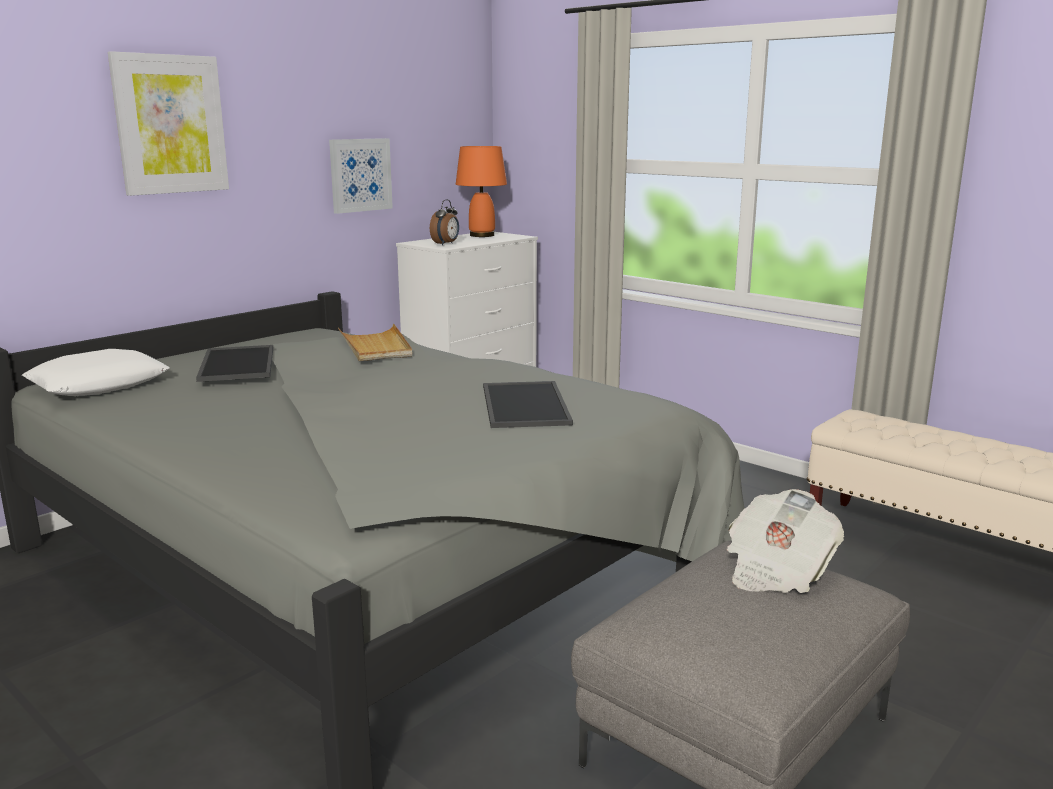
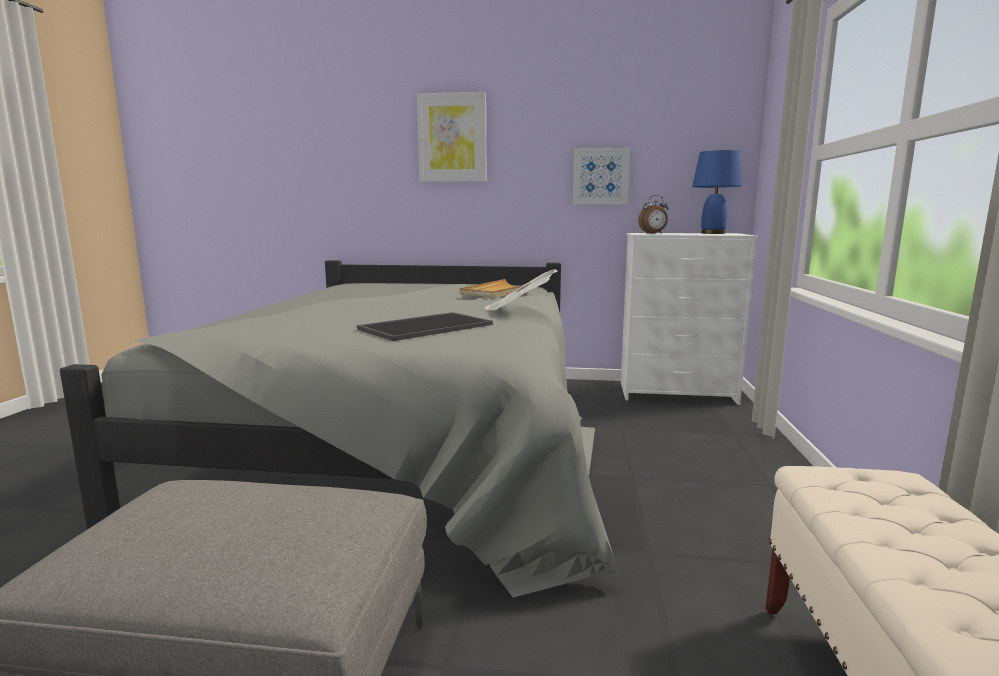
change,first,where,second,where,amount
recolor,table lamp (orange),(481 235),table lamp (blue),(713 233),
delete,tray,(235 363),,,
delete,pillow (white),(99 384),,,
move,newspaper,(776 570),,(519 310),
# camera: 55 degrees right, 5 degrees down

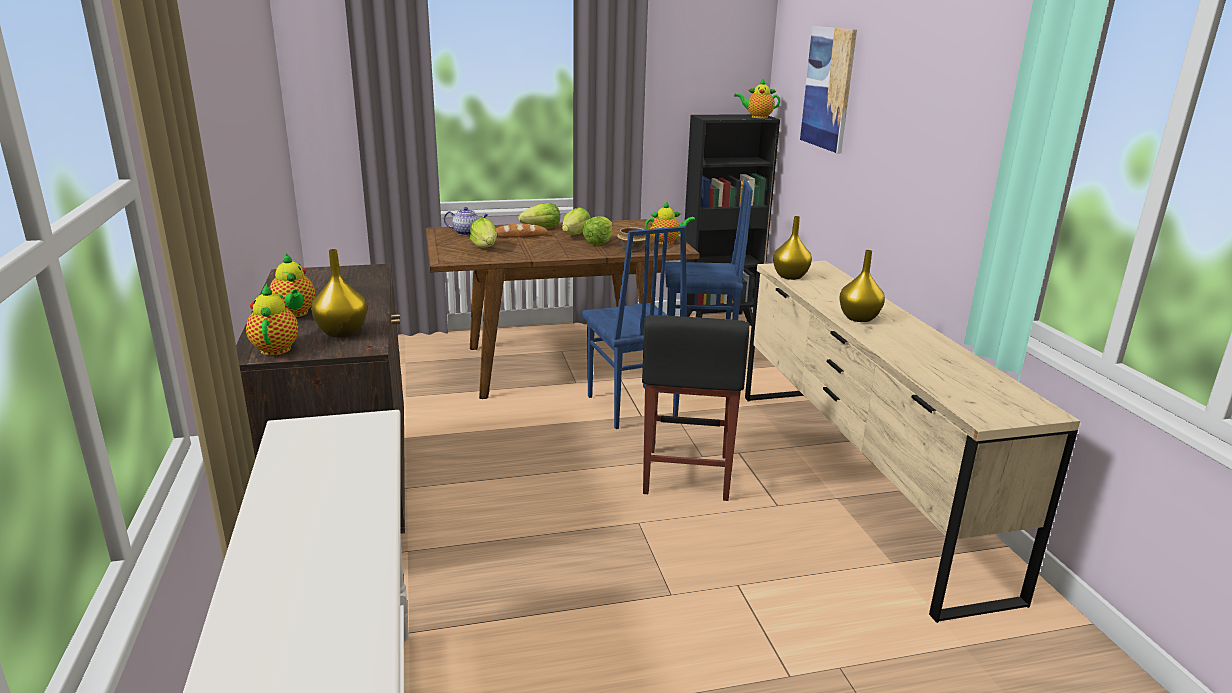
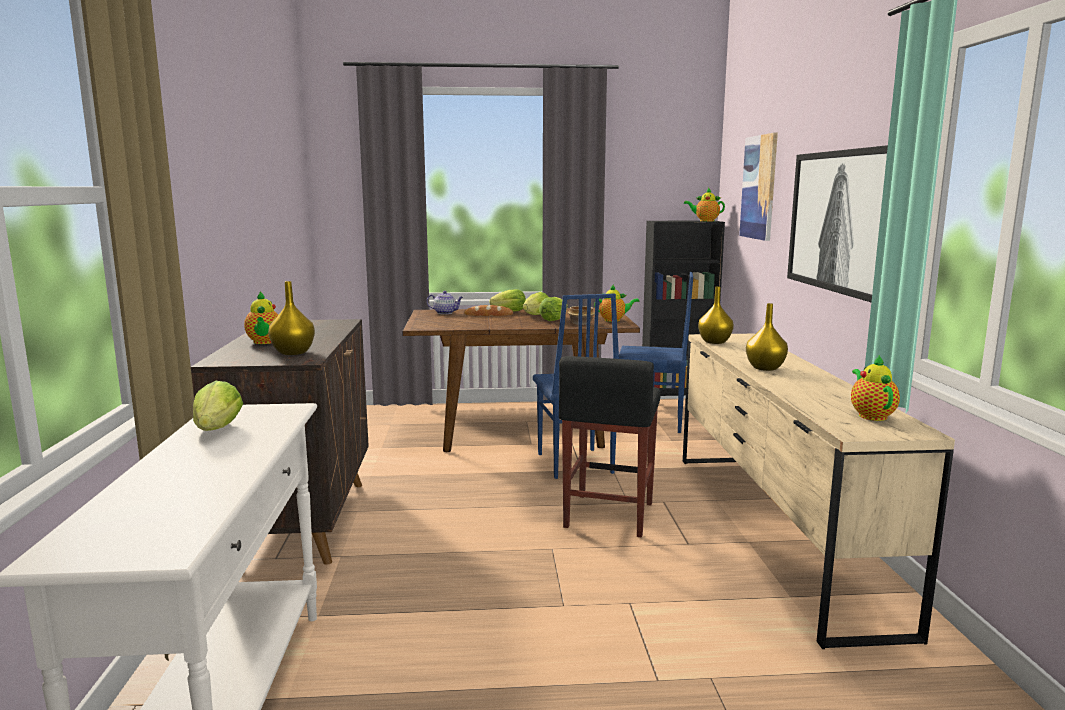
change,first,where,second,where,amount
move,lettuce,(485 247),,(218 429),
move,teapot,(276 348),,(871 415),
insert,,,picture,(839 221),
# camera: 10 degrees right, 10 degrees down

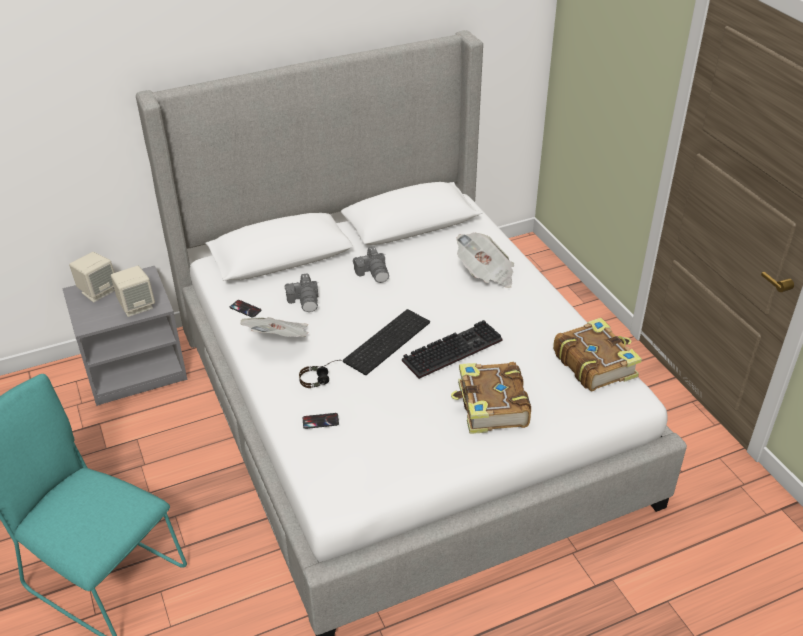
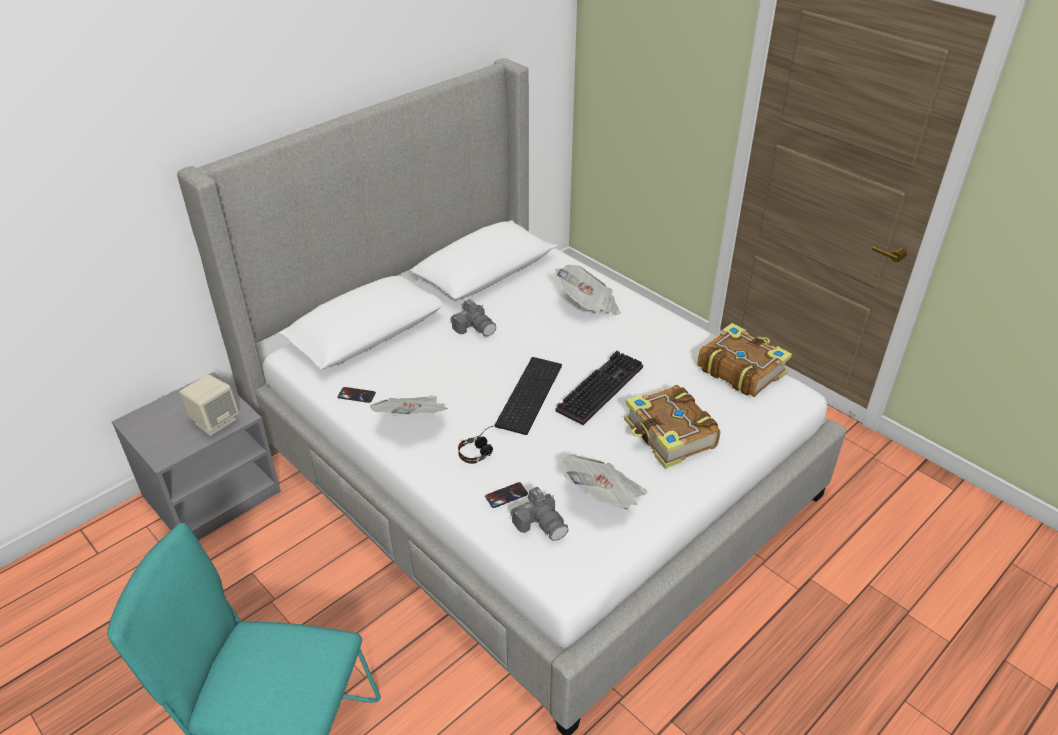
change,first,where,second,where,amount
delete,speaker (beige),(98 291),,,
move,photo camera,(305 301),,(541 523),
insert,,,newspaper,(604 497),
# camera: 20 degrees left, 0 degrees up

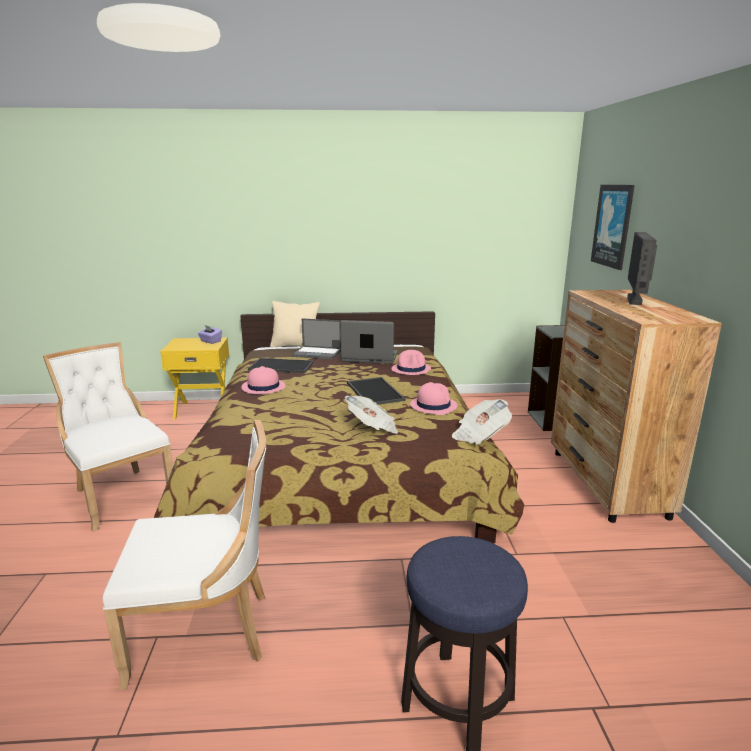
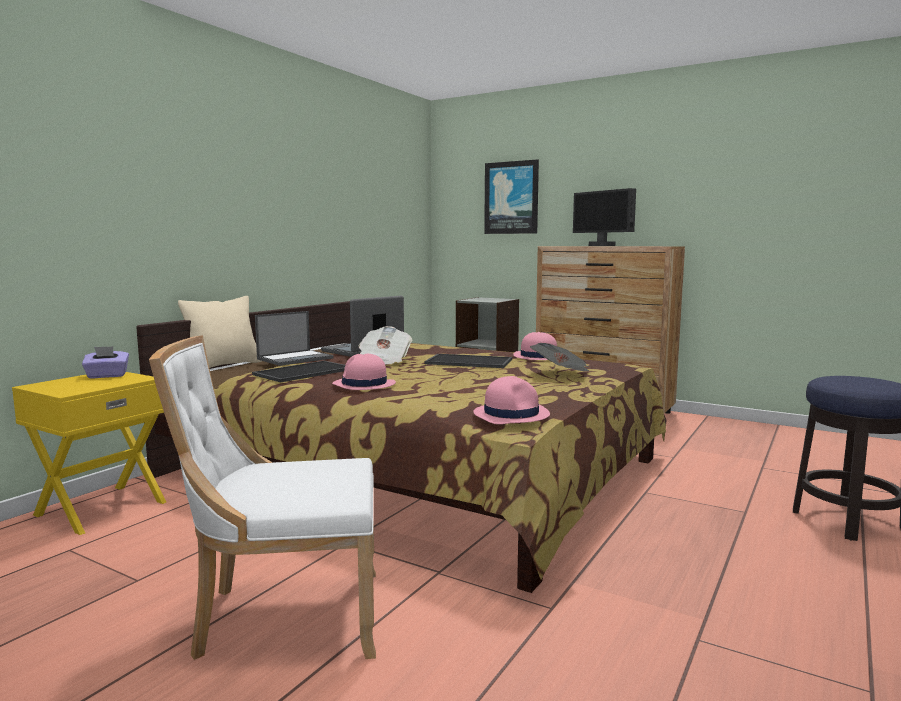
change,first,where,second,where,amount
move,hat (pink),(411 369),,(511 414),
move,newspaper,(479 435),,(384 361),
delete,chair (white),(206 632),,,
# camera: 55 degrees left, 10 degrees down

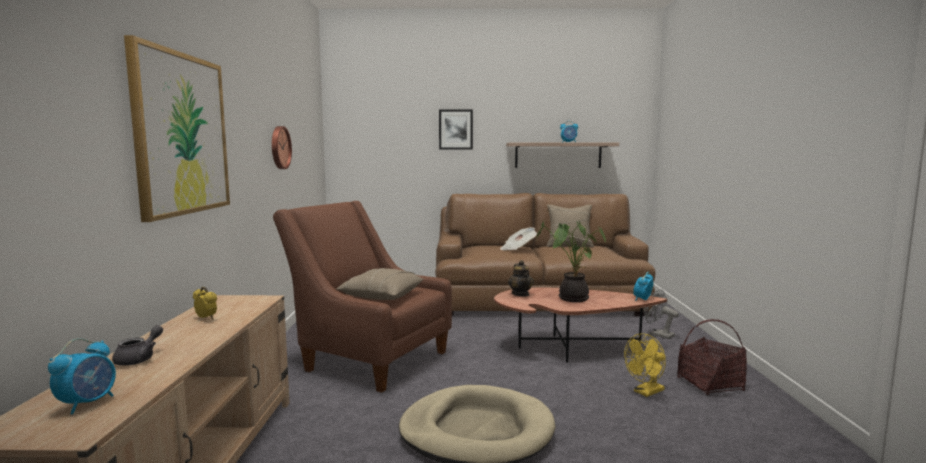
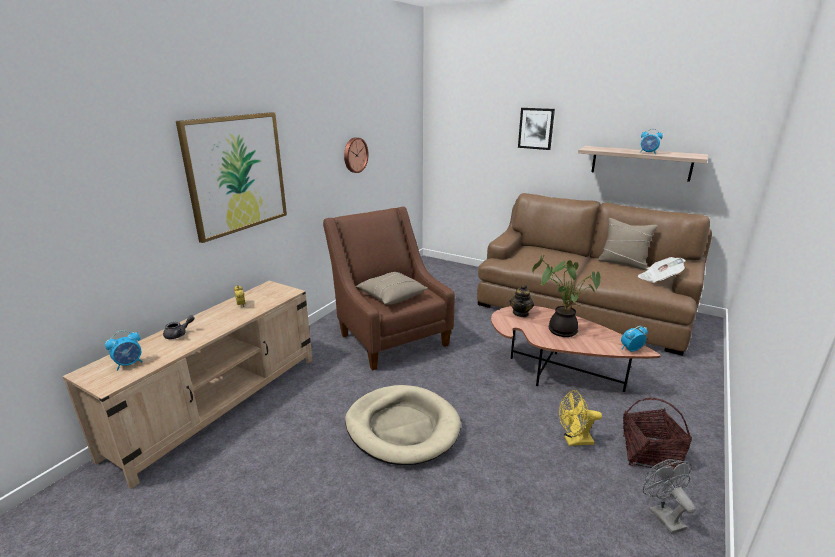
change,first,where,second,where,amount
move,newspaper,(518 249),,(659 279),
move,fan (grey),(657 334),,(662 515),
# camera: 30 degrees right, 15 degrees up

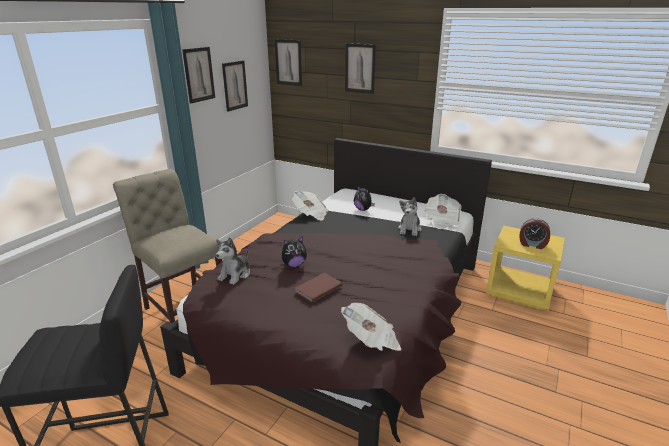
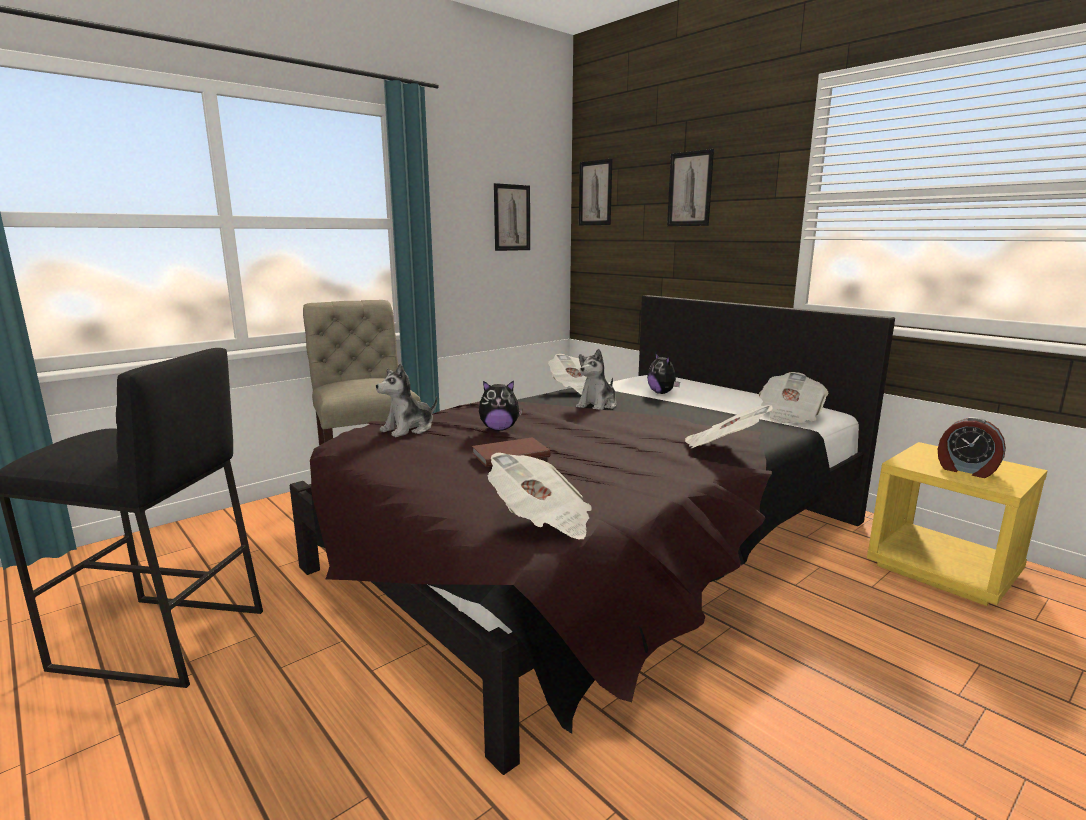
change,first,where,second,where,amount
delete,picture,(199 74),,,
move,plush toy,(409 229),,(597 406),
insert,,,newspaper,(723 447),
# camera: 20 degrees right, 10 degrees down

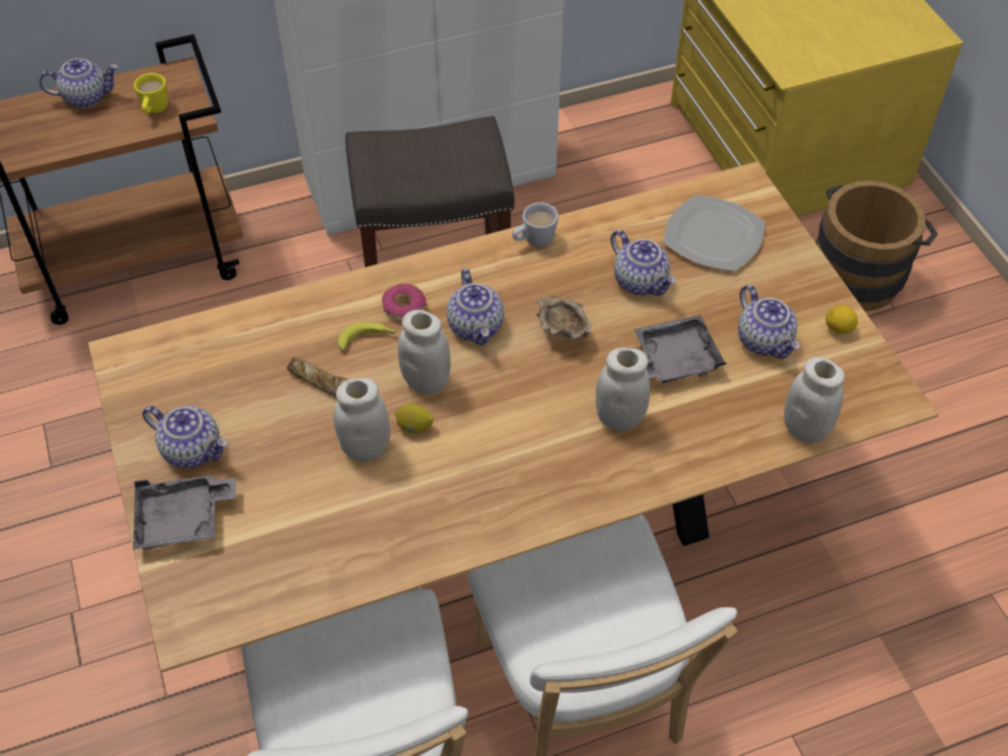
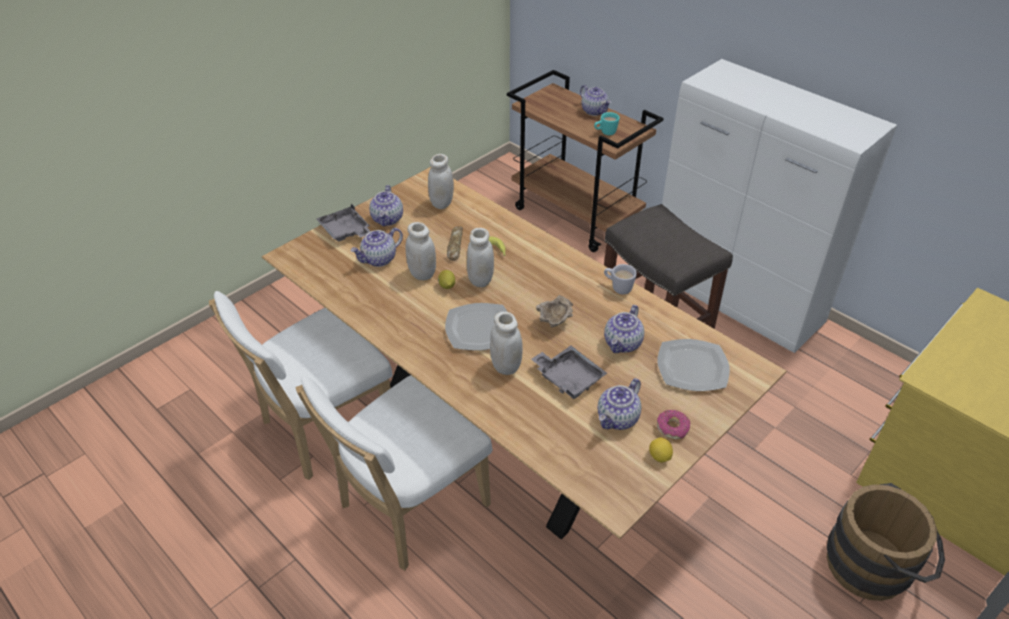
change,first,where,second,where,amount
recolor,mug (yellow),(154 110),mug (turquoise),(605 133),
move,teapot,(476 326),,(379 259),
move,donut,(404 307),,(672 428),
move,jar (white),(805 429),,(442 203),
insert,,,plate,(479 328),
# camera: 65 degrees right, 10 degrees down

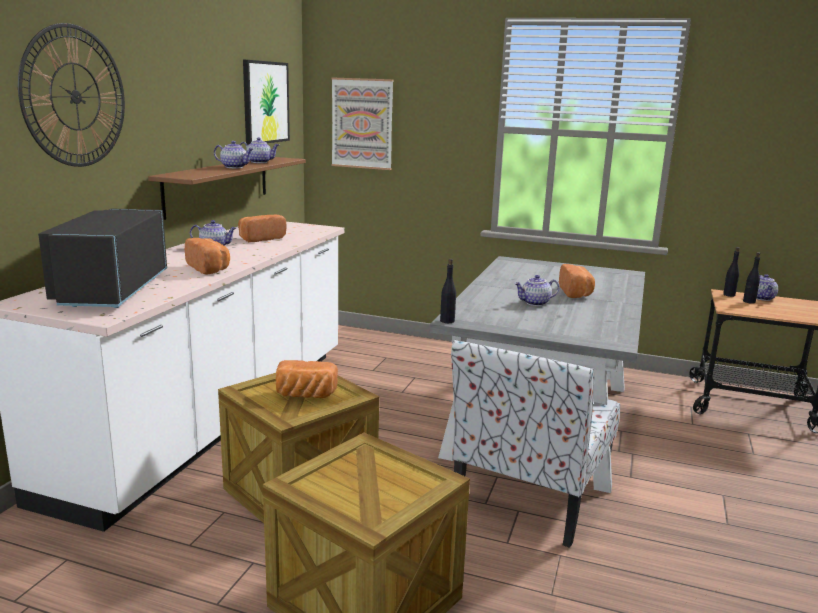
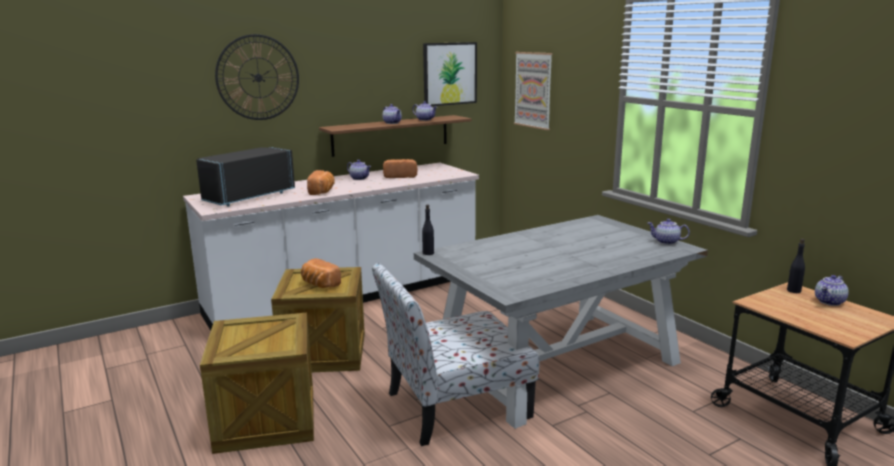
change,first,where,second,where,amount
delete,bottle (black),(749 302),,,
delete,bread,(576 293),,,
move,teapot,(535 303),,(666 242),
# camera: 40 degrees right, 0 degrees up

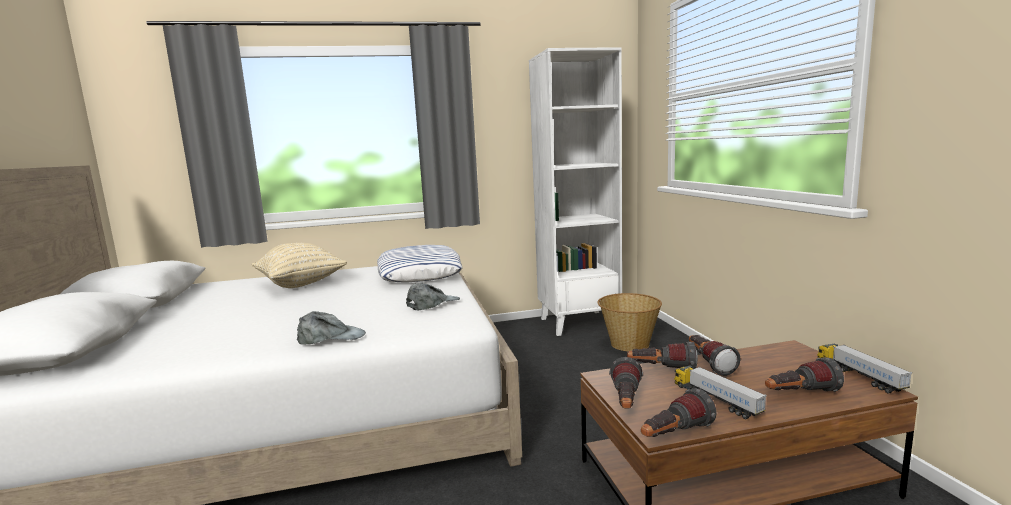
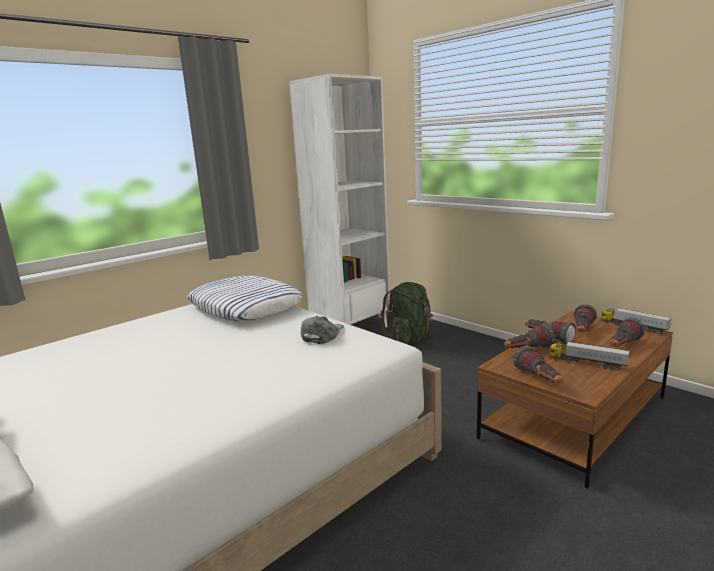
change,first,where,second,where,amount
delete,pillow (beige),(301 284),,,
replace,basket,(629 344),backpack (green),(409 338),
delete,cap (grey),(331 337),,,
move,flashlight,(674 436),,(582 331),
# camera: 30 degrees left, 5 degrees up

